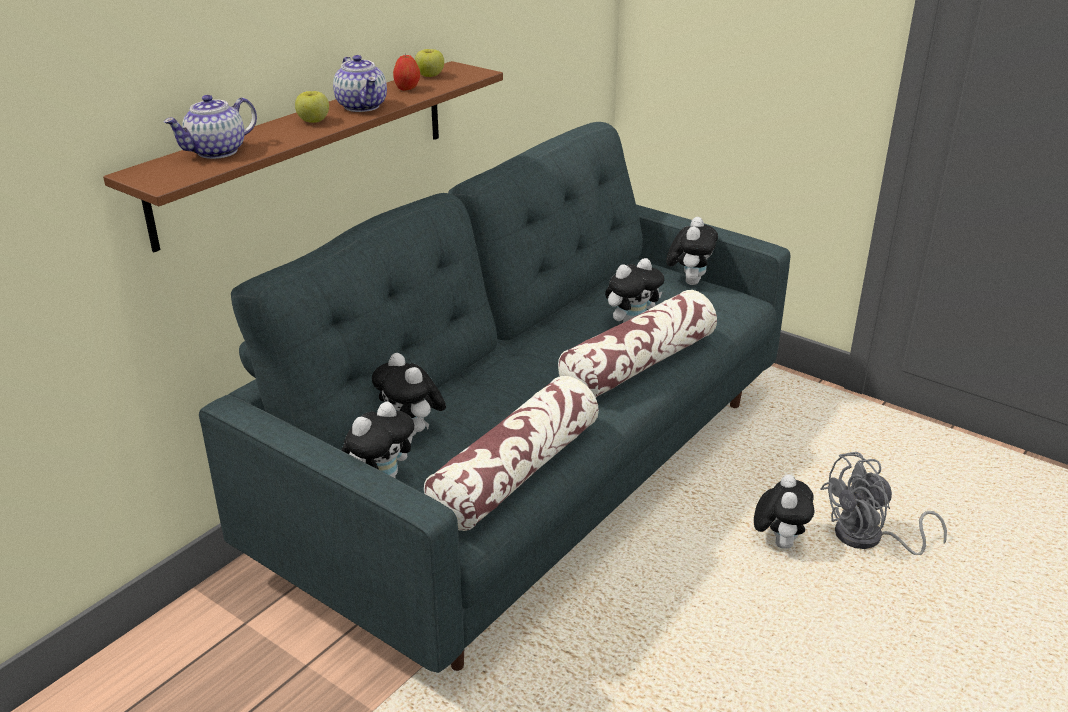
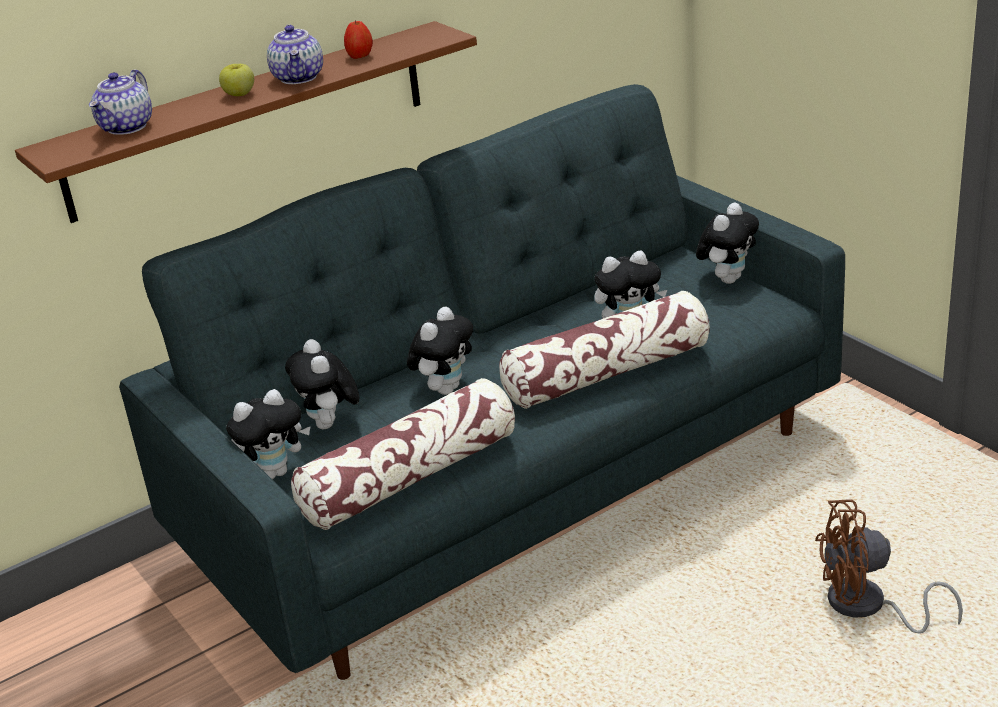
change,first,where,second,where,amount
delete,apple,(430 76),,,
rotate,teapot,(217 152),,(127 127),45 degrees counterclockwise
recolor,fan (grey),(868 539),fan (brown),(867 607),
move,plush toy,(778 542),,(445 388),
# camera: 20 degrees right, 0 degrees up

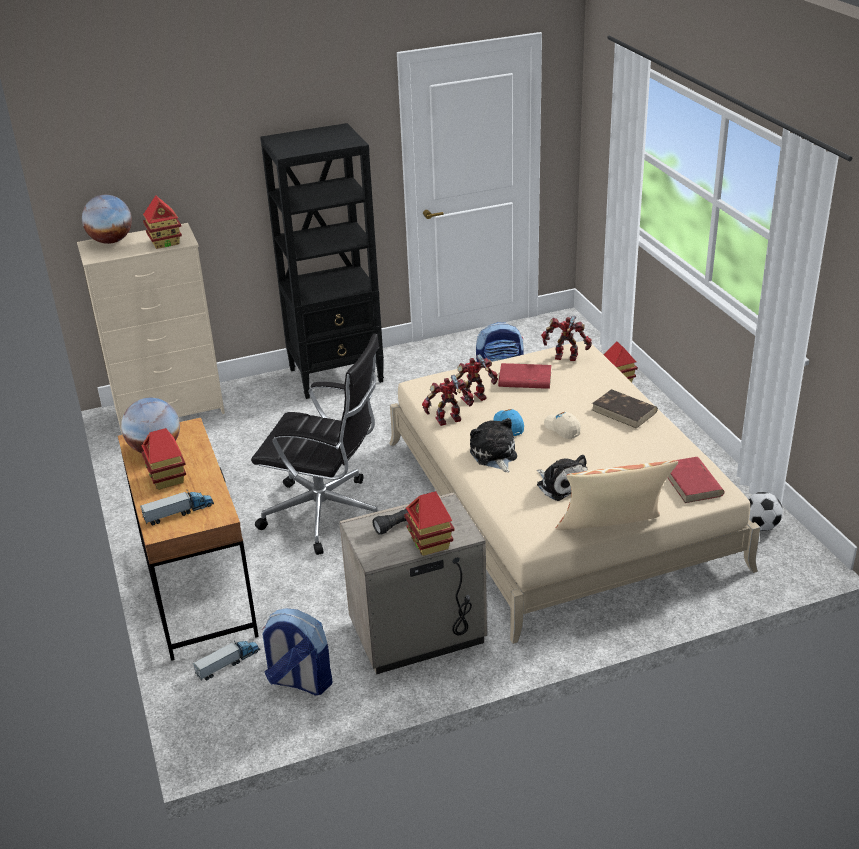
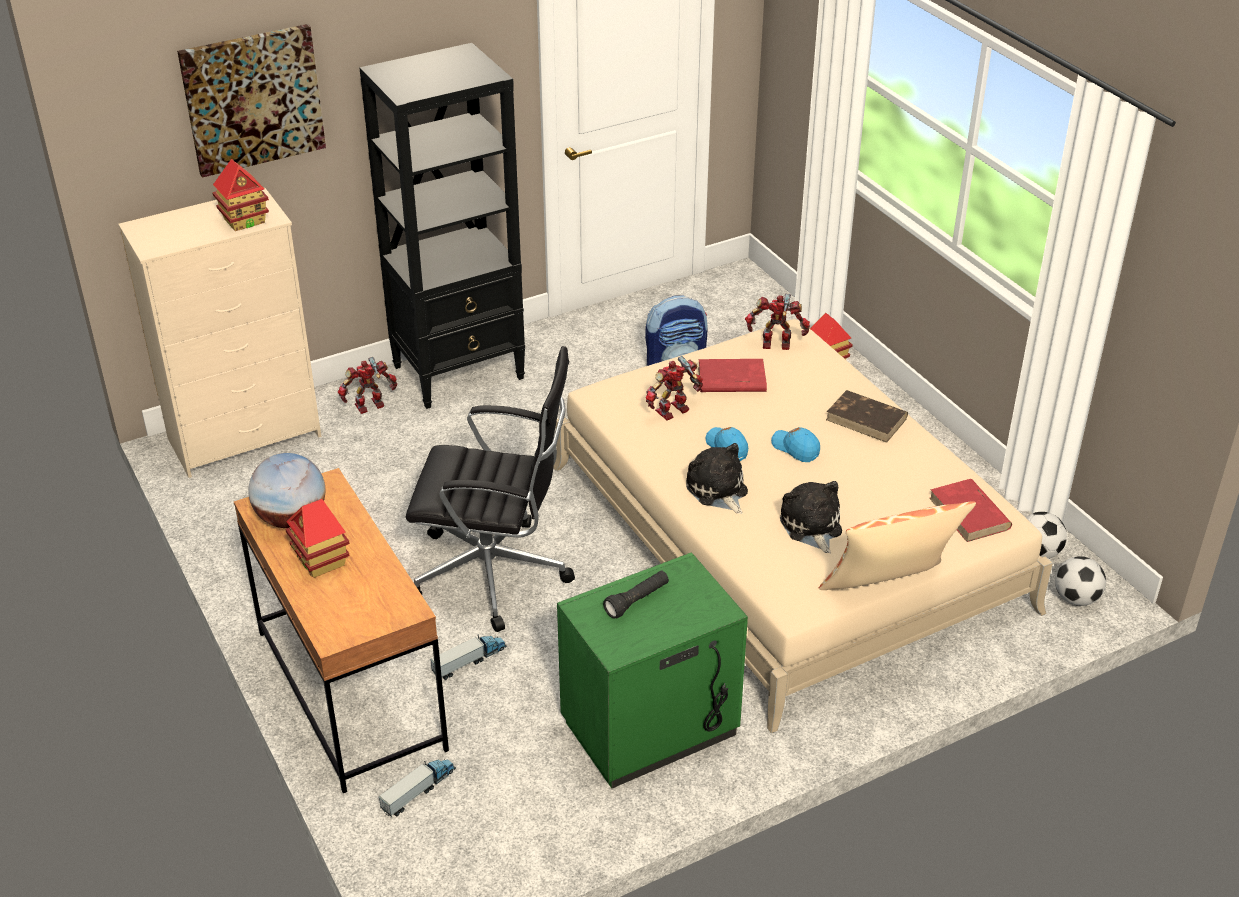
change,first,where,second,where,amount
delete,globe,(111 241),,,
move,toy robot,(449 420),,(370 406),
recolor,cap (beige),(562 429),cap (blue),(795 448),
rotate,plush toy,(561 485),,(811 527),150 degrees counterclockwise
move,toy truck,(179 513),,(469 661),
delete,toy house,(430 543),,,
recolor,nightstand (beige),(417 633),nightstand (green),(651 729),
delete,backpack,(299 681),,,
insert,,,picture,(253 99),
insert,,,football,(1076 598),
# camera: 10 degrees left, 5 degrees up

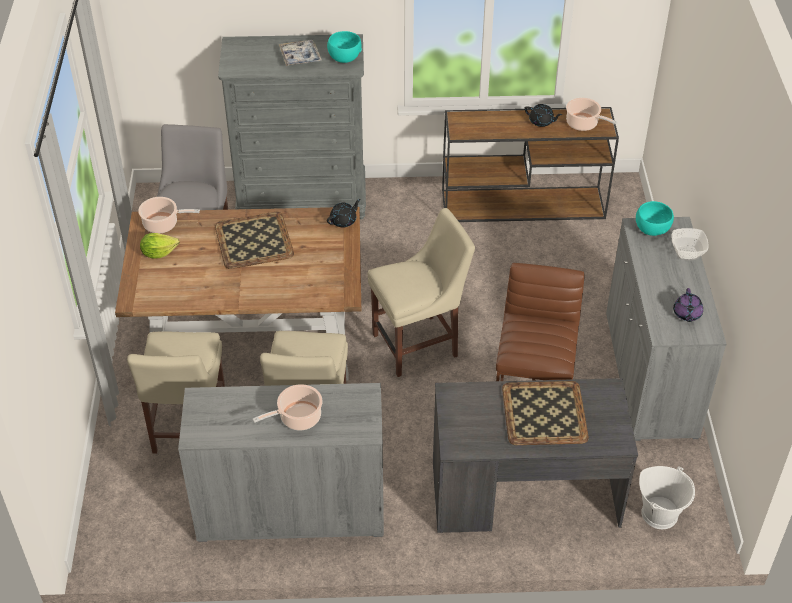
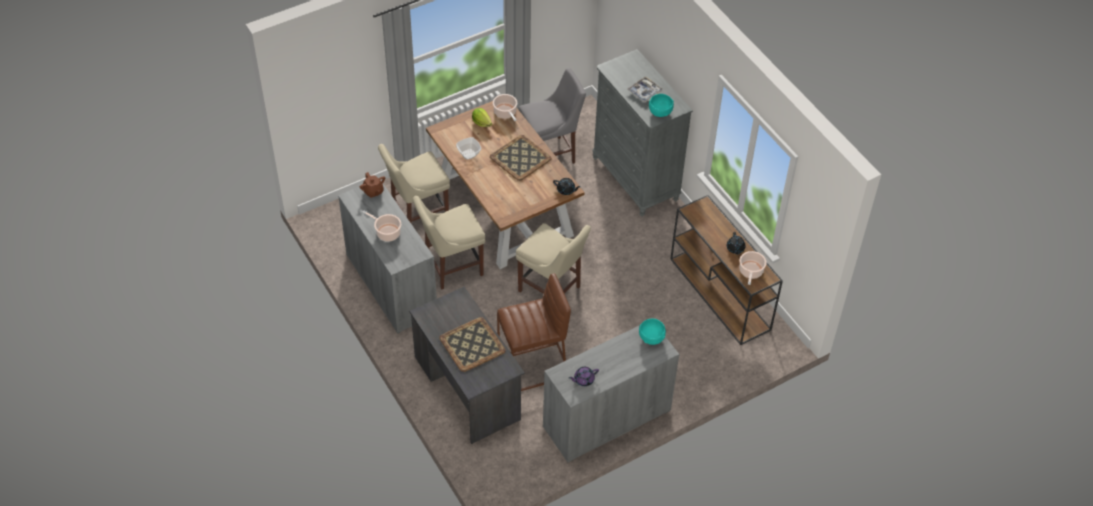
change,first,where,second,where,amount
move,bowl,(687 253),,(468 154),
delete,bucket (white),(660 514),,,
insert,,,teapot (brown),(373 191),
# camera: 60 degrees right, 5 degrees up

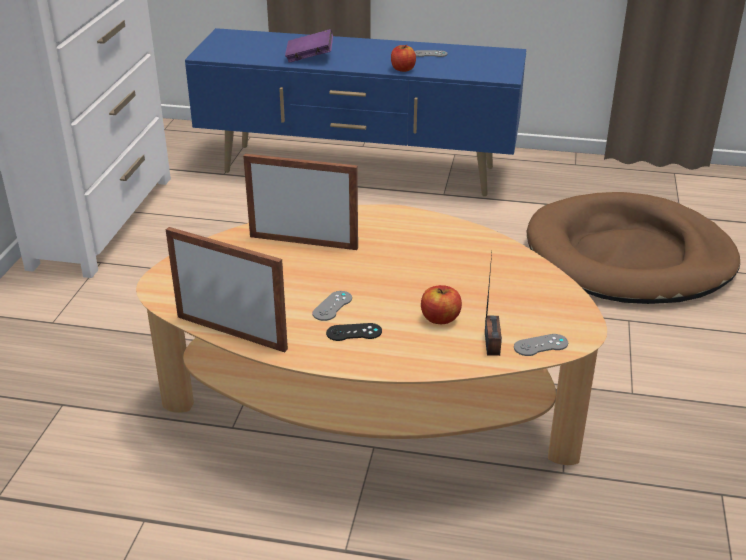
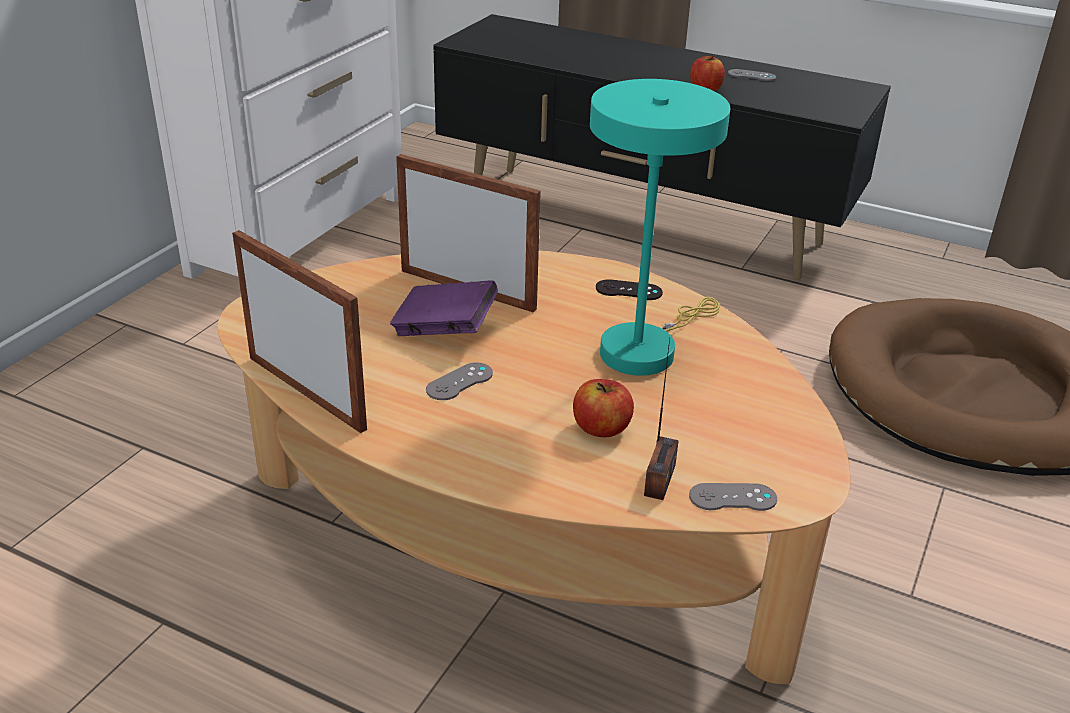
change,first,where,second,where,amount
recolor,tv stand (blue),(359 171),tv stand (black),(641 222),
move,book (purple),(309 58),,(445 330),
move,game controller (black),(354 332),,(628 290),
insert,,,table lamp (turquoise),(645 348),
# camera: 15 degrees right, 0 degrees up

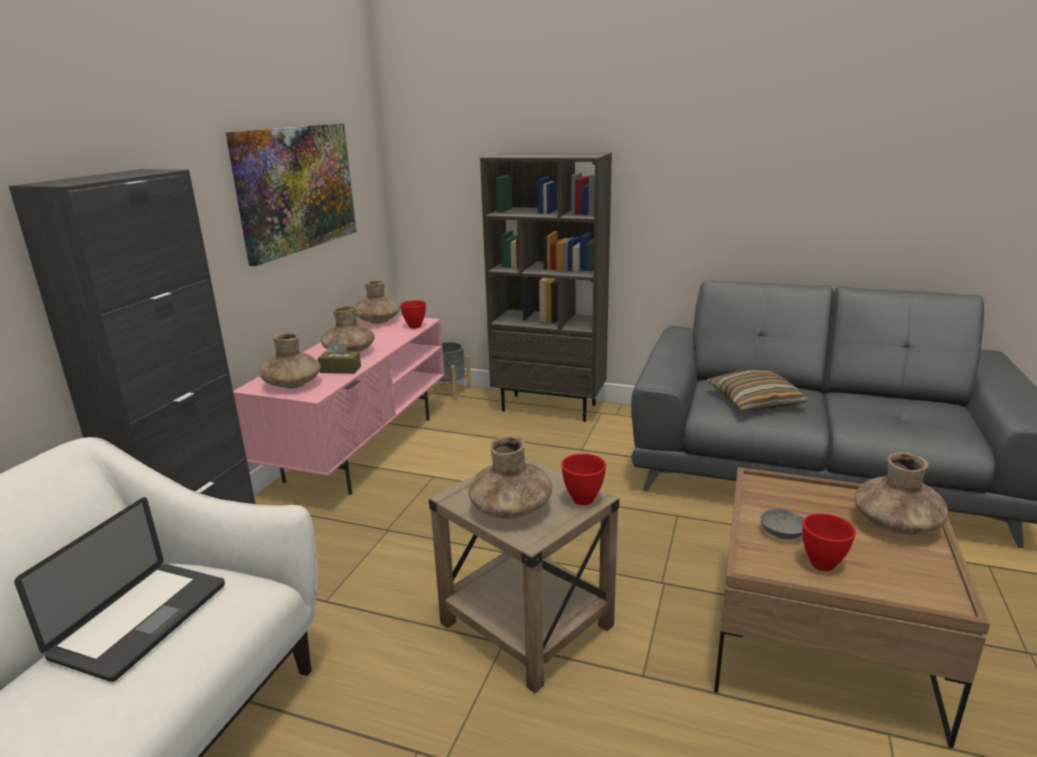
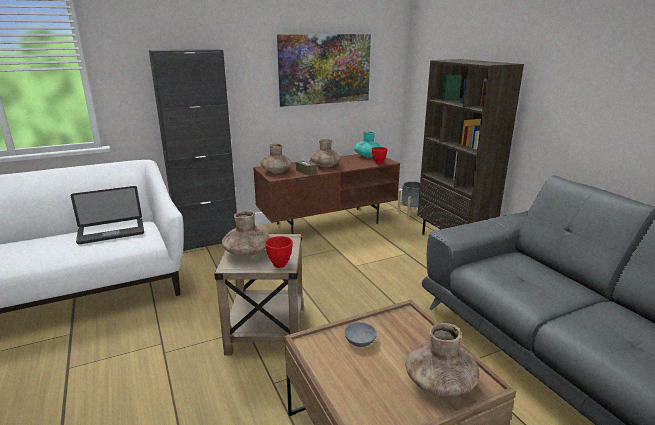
change,first,where,second,where,amount
recolor,vase (brown),(378 321),vase (turquoise),(367 156),
recolor,tv stand (pink),(361 447),tv stand (brown),(328 223),
delete,pillow,(755 401),,,
delete,bowl (red),(821 564),,,
# camera: 45 degrees right, 0 degrees up

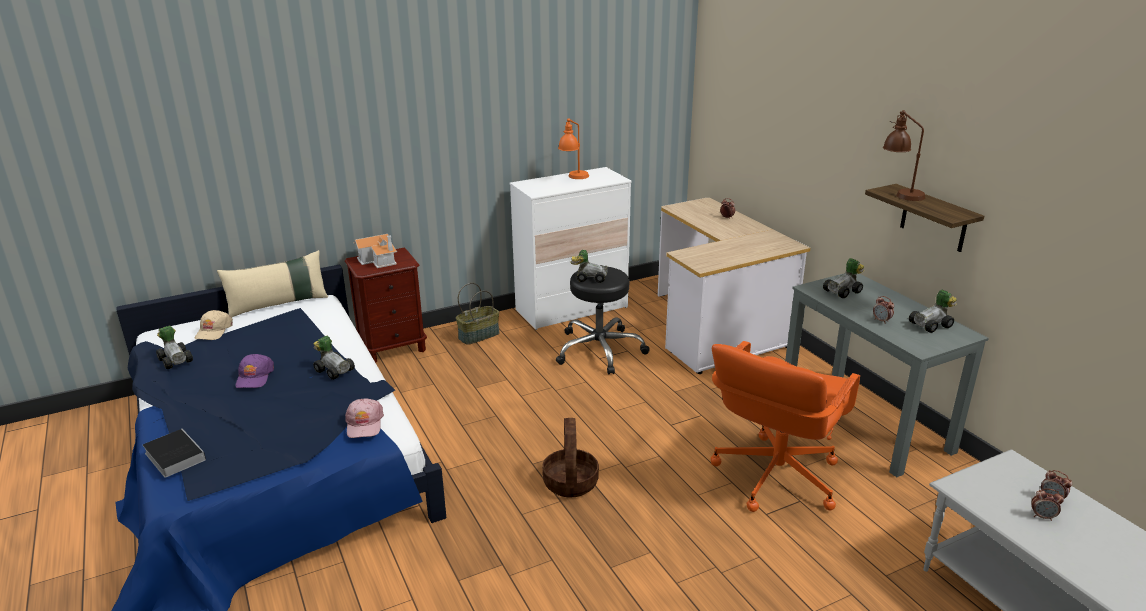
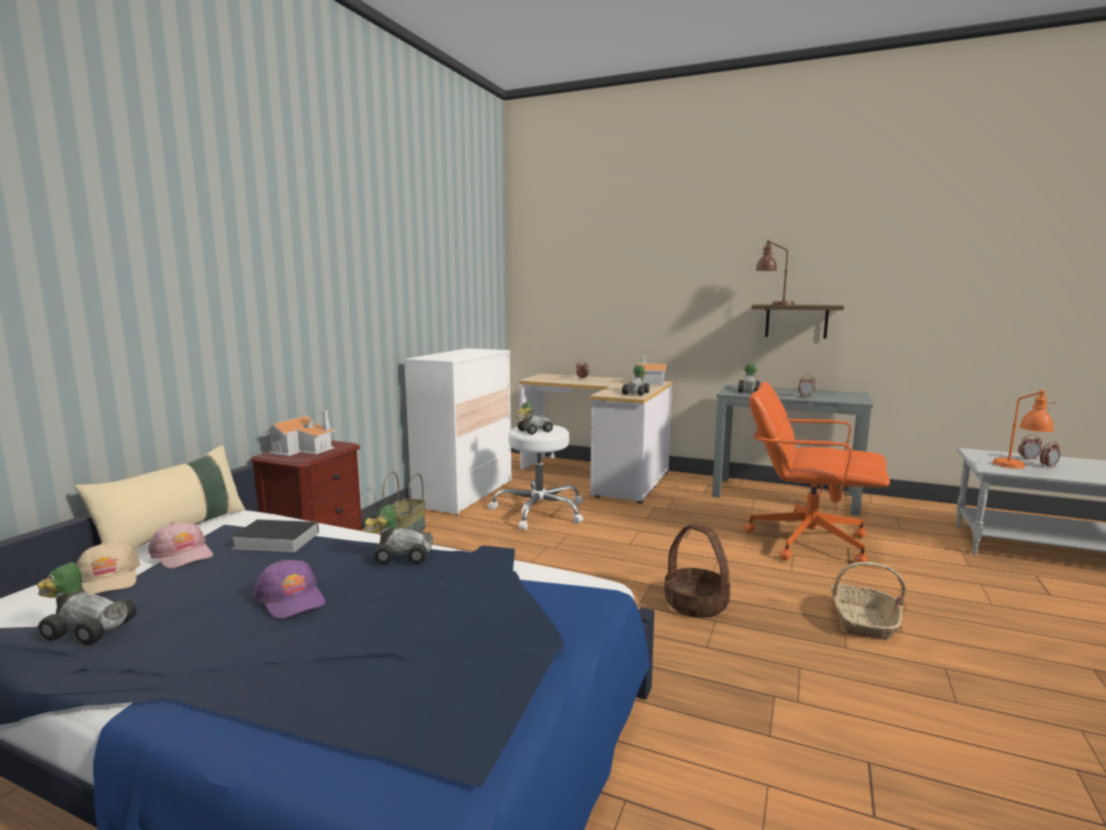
change,first,where,second,where,amount
move,table lamp (orange),(574 178),,(1019 468),
recolor,stool (black),(600 350),stool (white),(540 511),
move,toy car,(932 325),,(637 393),
rotate,office chair (orange),(774 476),,(806 541),120 degrees clockwise
move,cap (pink),(364 424),,(182 554),
move,book,(173 455),,(273 540),
insert,,,toy house,(649 382),
insert,,,basket,(863 622),
# camera: 40 degrees left, 15 degrees down

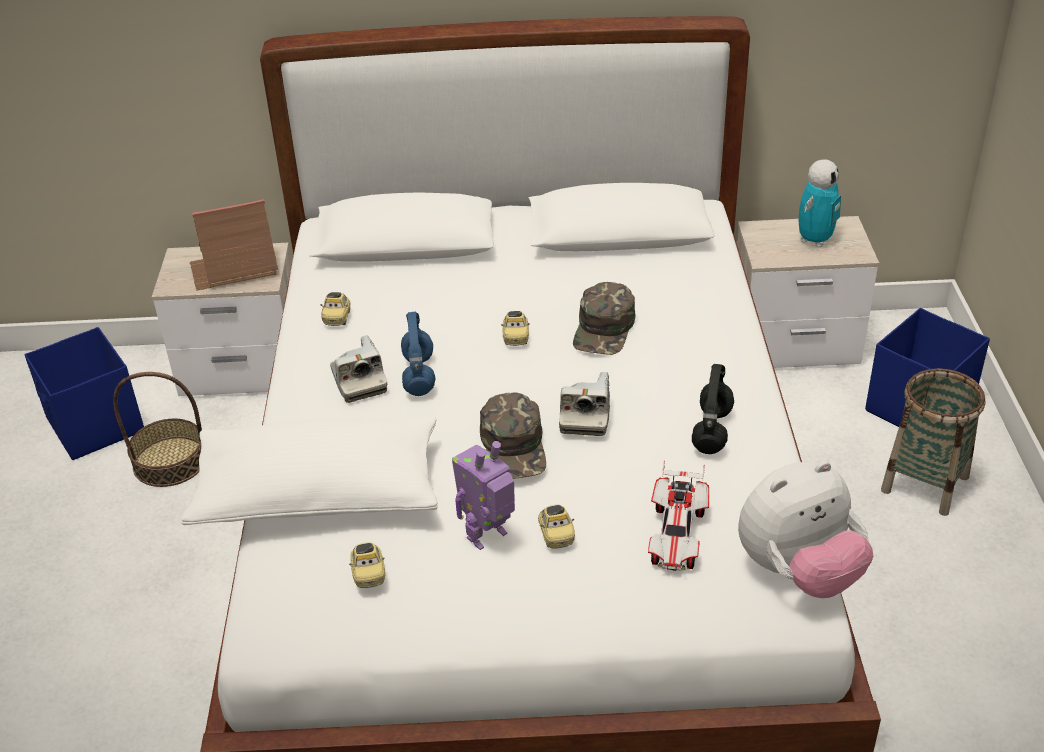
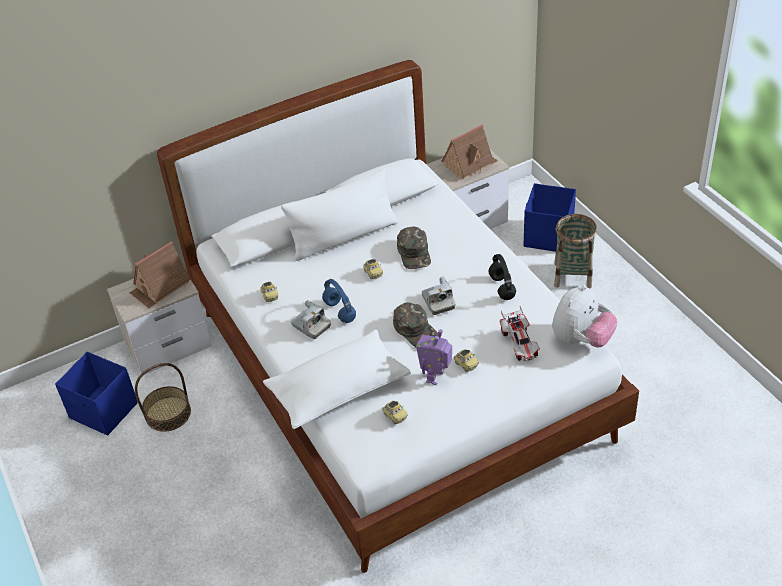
change,first,where,second,where,amount
replace,toy robot,(815 240),toy house,(469 163),
insert,,,pillow (white),(344 237),
# camera: 25 degrees left, 5 degrees up

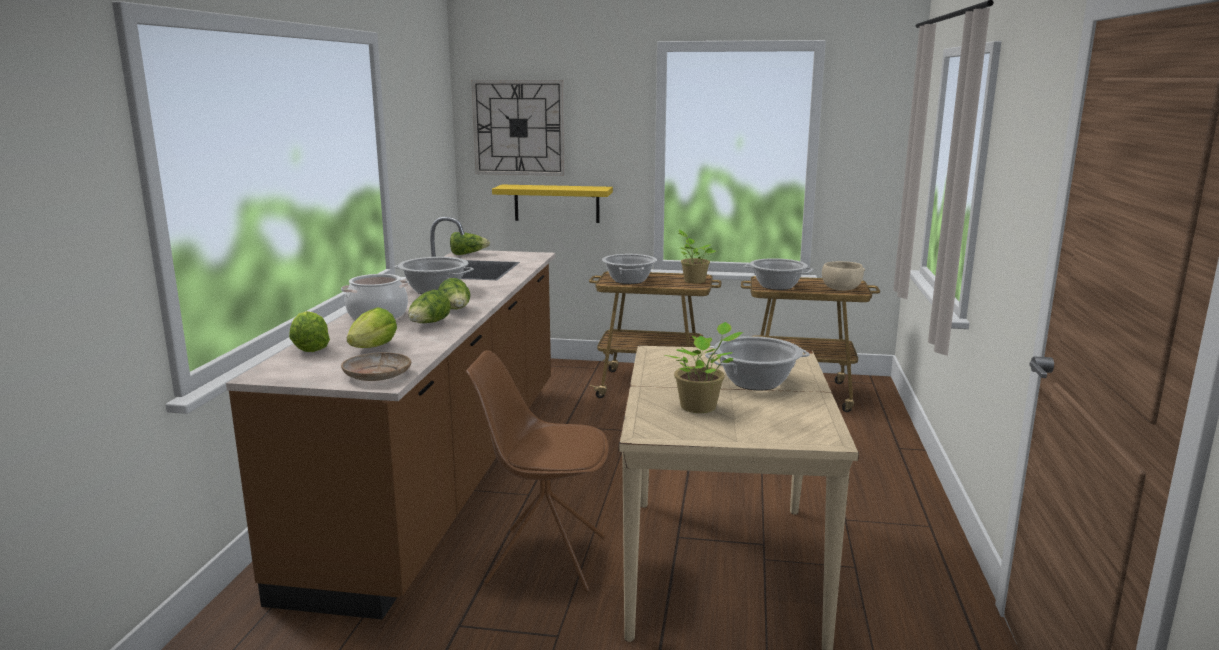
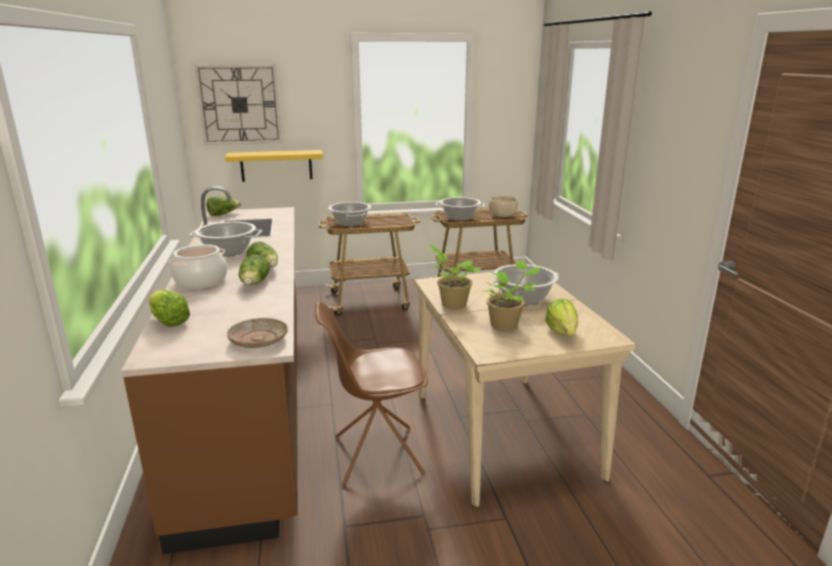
change,first,where,second,where,amount
move,potted plant,(693 281),,(452 304),
move,lettuce,(373 348),,(562 332),
# camera: 20 degrees left, 5 degrees up

